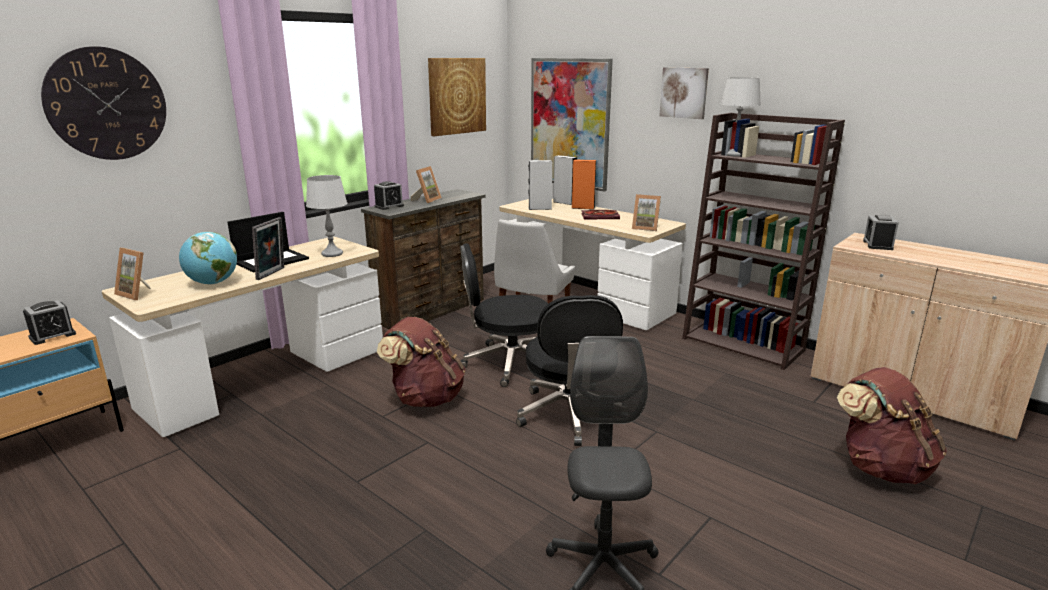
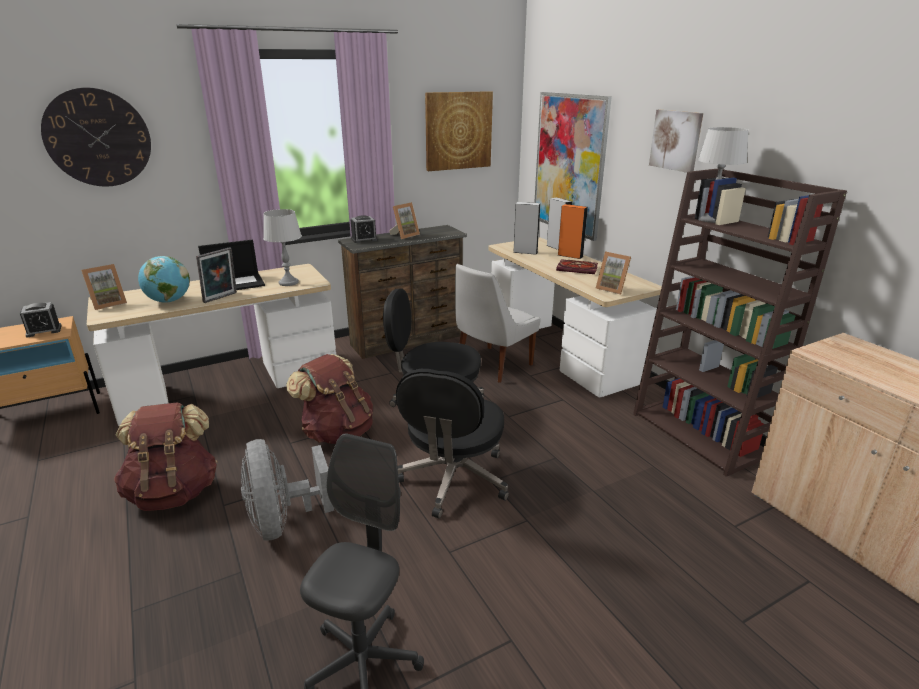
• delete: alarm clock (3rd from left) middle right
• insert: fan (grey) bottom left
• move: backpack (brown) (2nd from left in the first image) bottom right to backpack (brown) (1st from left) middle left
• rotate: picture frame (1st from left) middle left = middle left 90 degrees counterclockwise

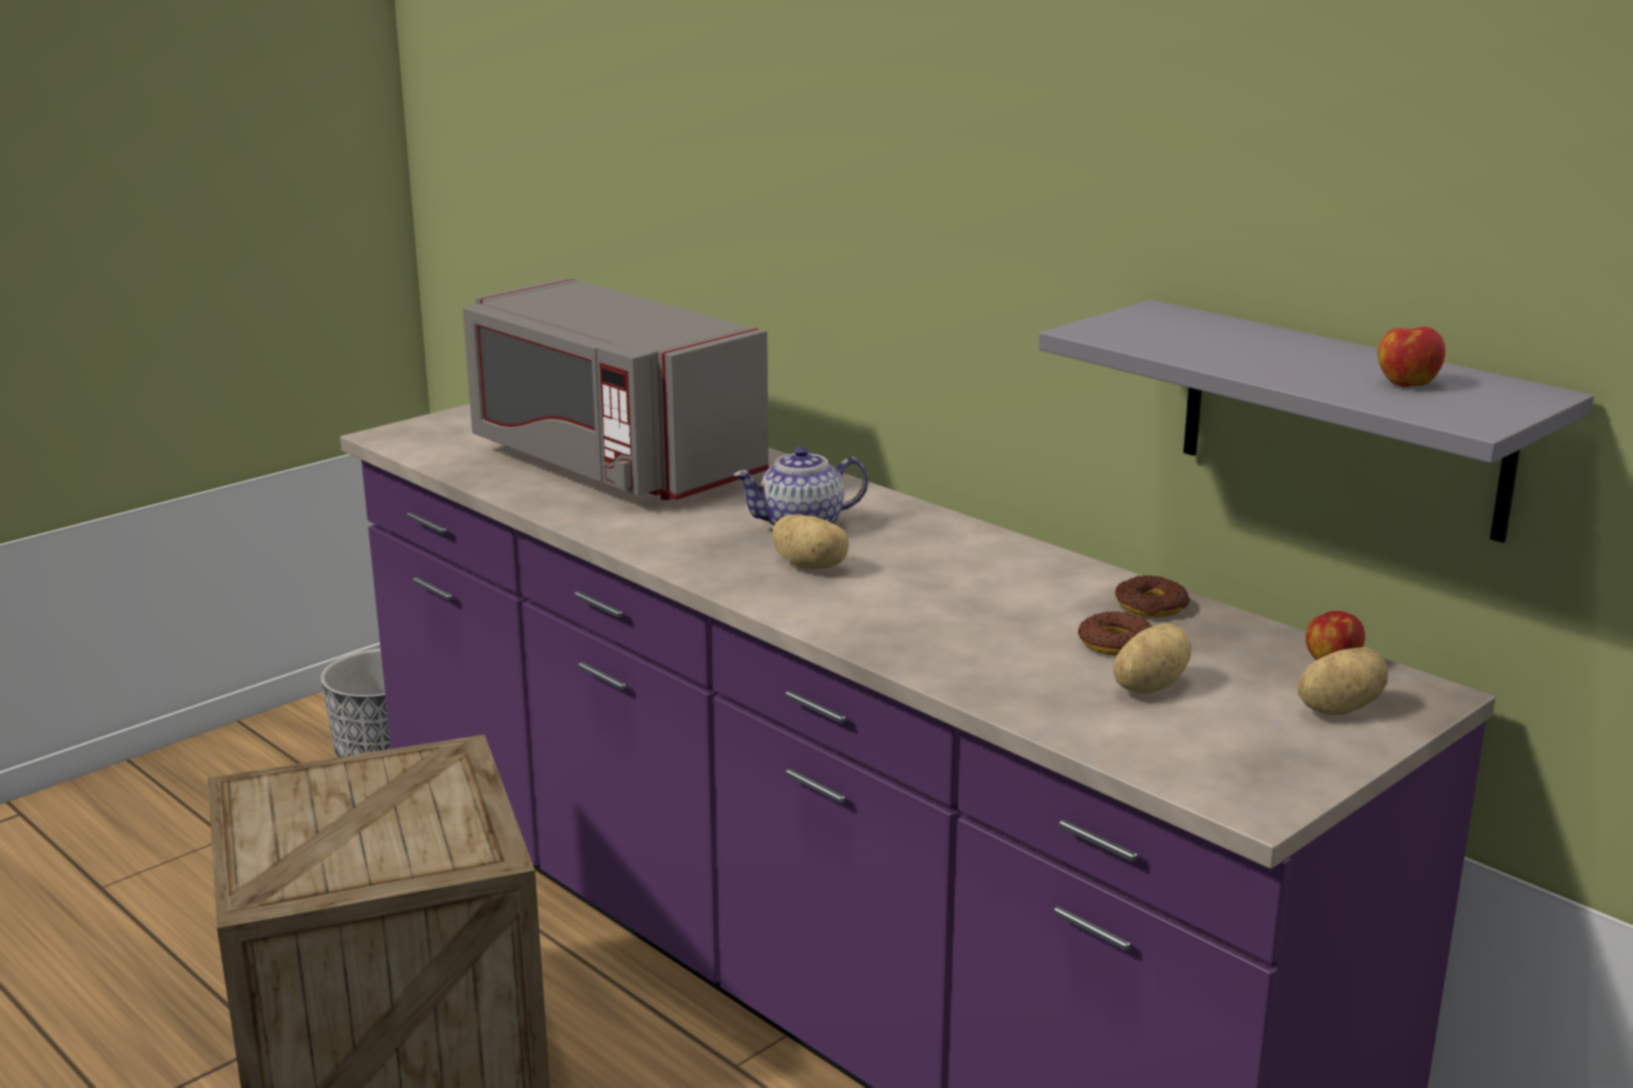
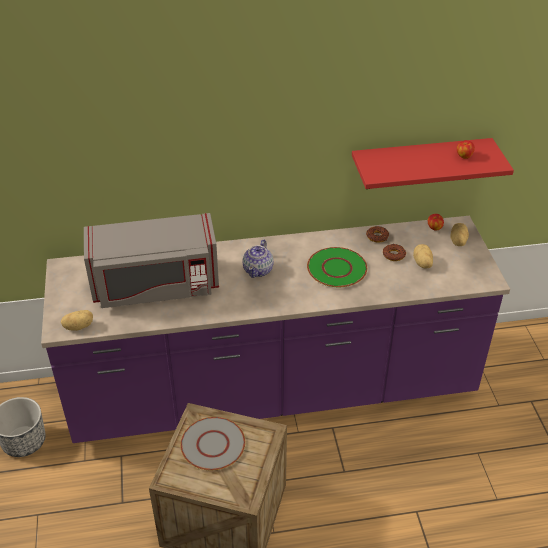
• insert: plate (grey) bottom centre
• insert: plate (green) centre
• move: potato (1st from left) centre to middle left
• recolor: shelf (grey) middle right to shelf (red) top right

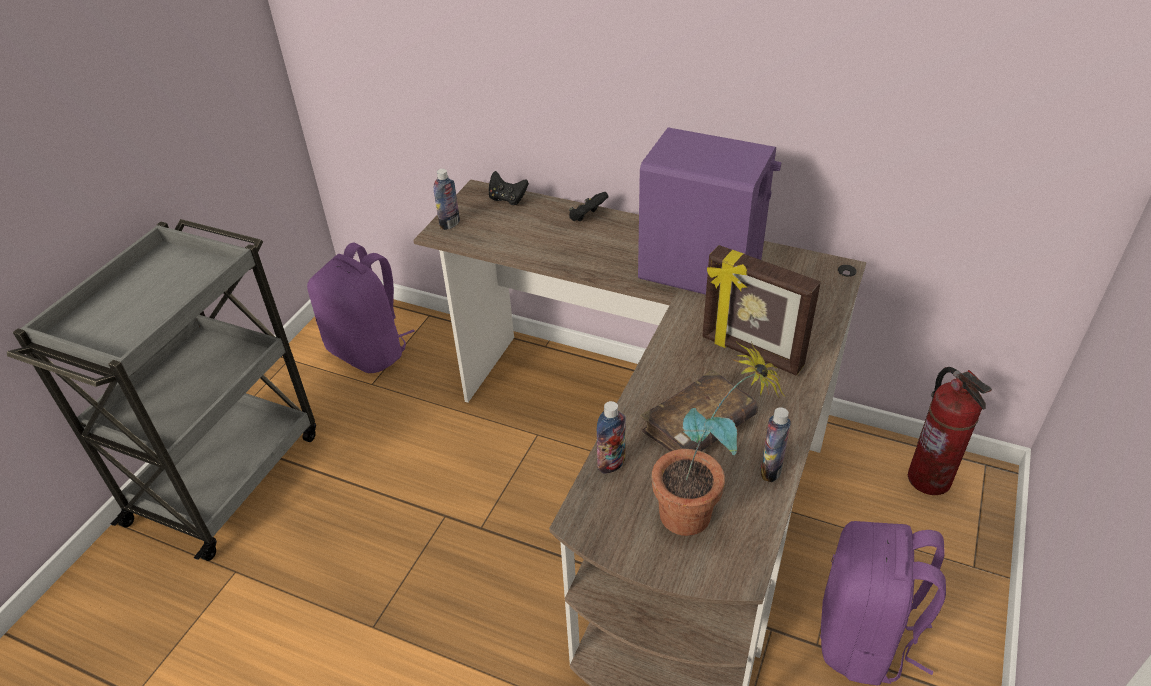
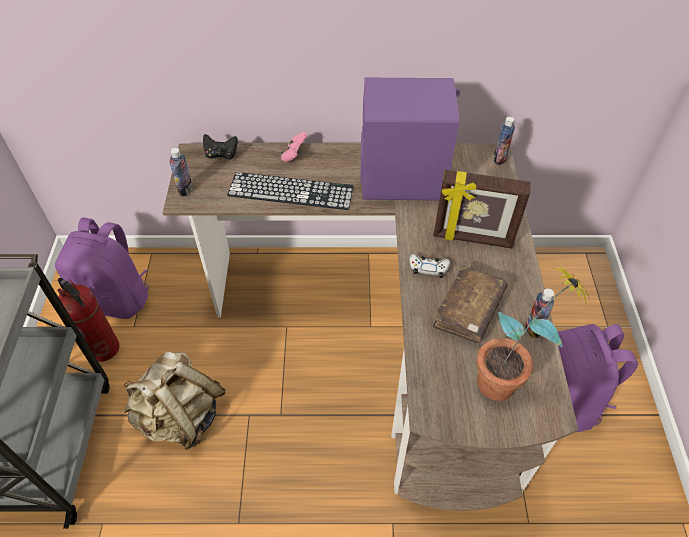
• insert: backpack (beige) bottom left
• insert: keyboard centre
• insert: game controller (white) centre
• move: bottle (2nd from left) centre to top right
• move: fire extinguisher middle right to middle left
• recolor: game controller (black) (2nd from left) top centre to game controller (pink) top centre

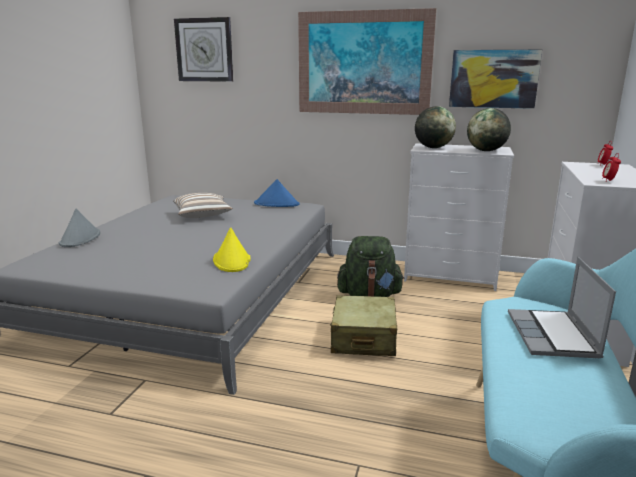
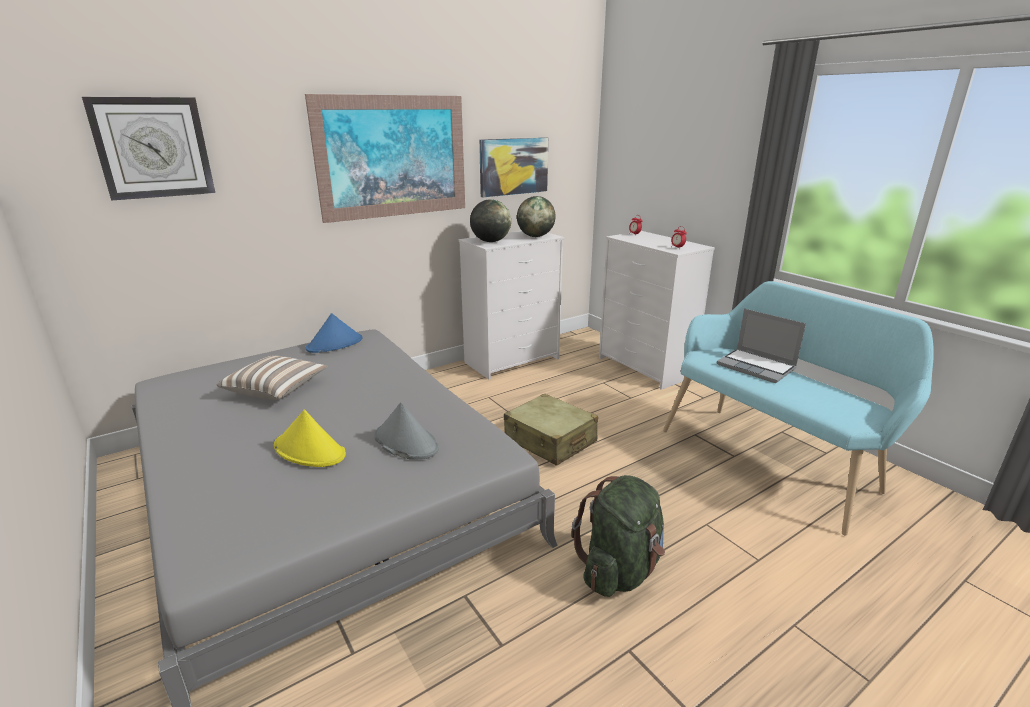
• move: hat (grey) middle left to centre
• move: hat (yellow) centre to middle left
• move: backpack (green) centre to bottom centre

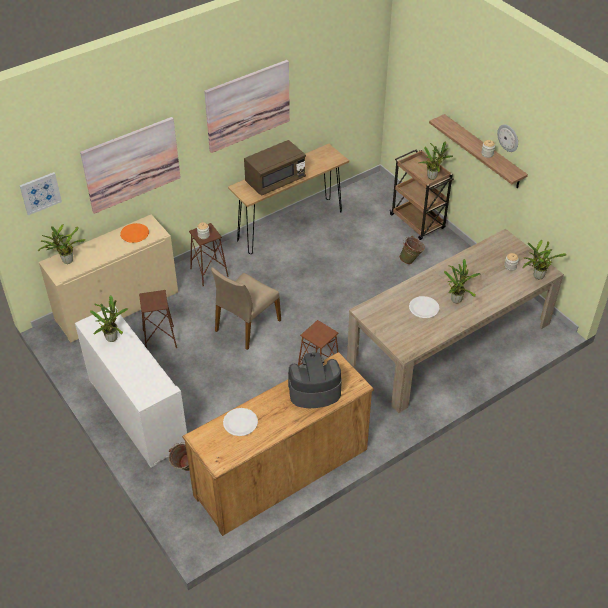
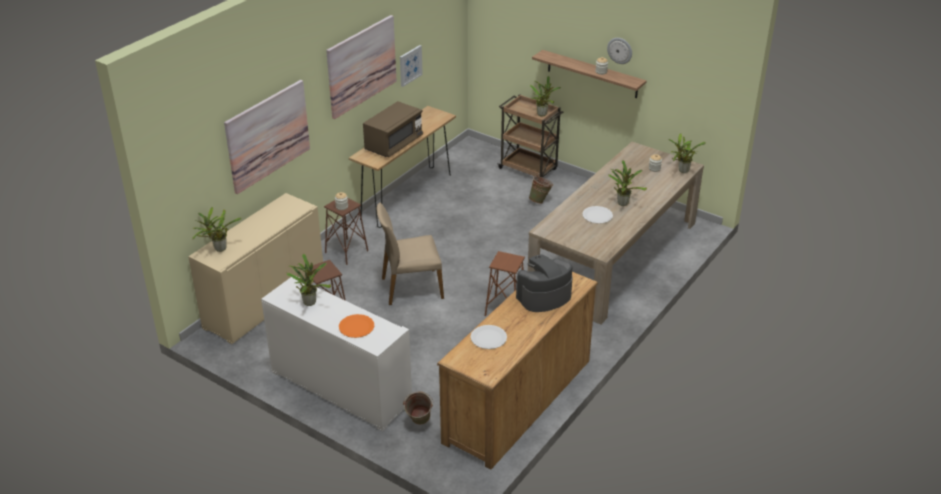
• move: picture (1st from left in the first image) top left to picture (3rd from left) top centre
• move: plate (orange) middle left to centre
• rotate: chair (beige) centre = centre 60 degrees clockwise

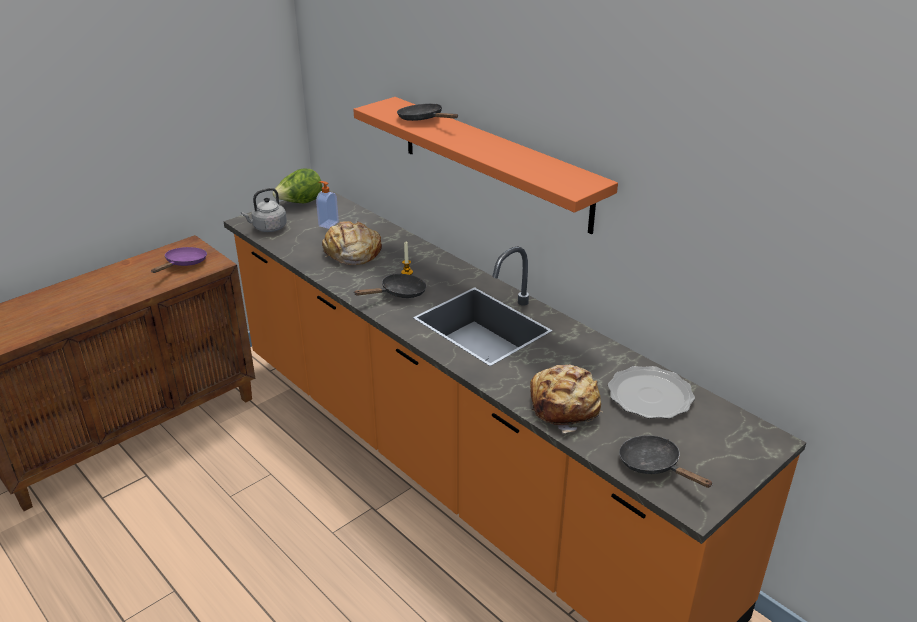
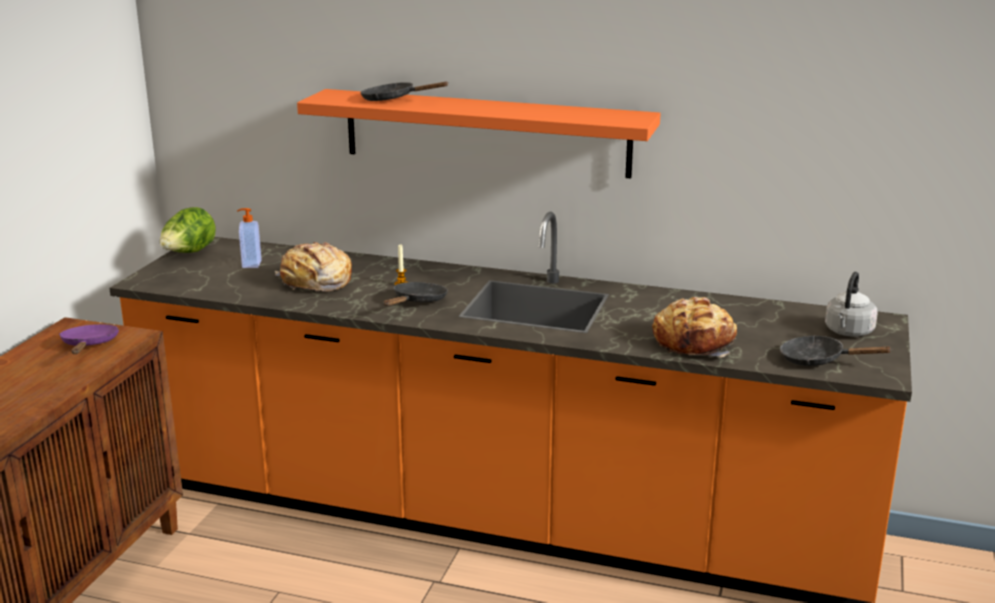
• delete: plate middle right
• move: kettle (grey) middle left to middle right

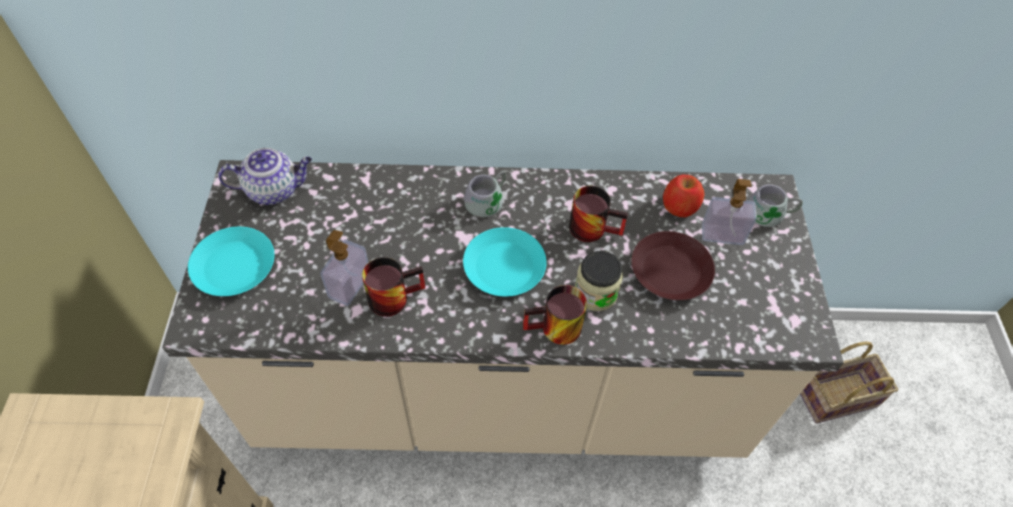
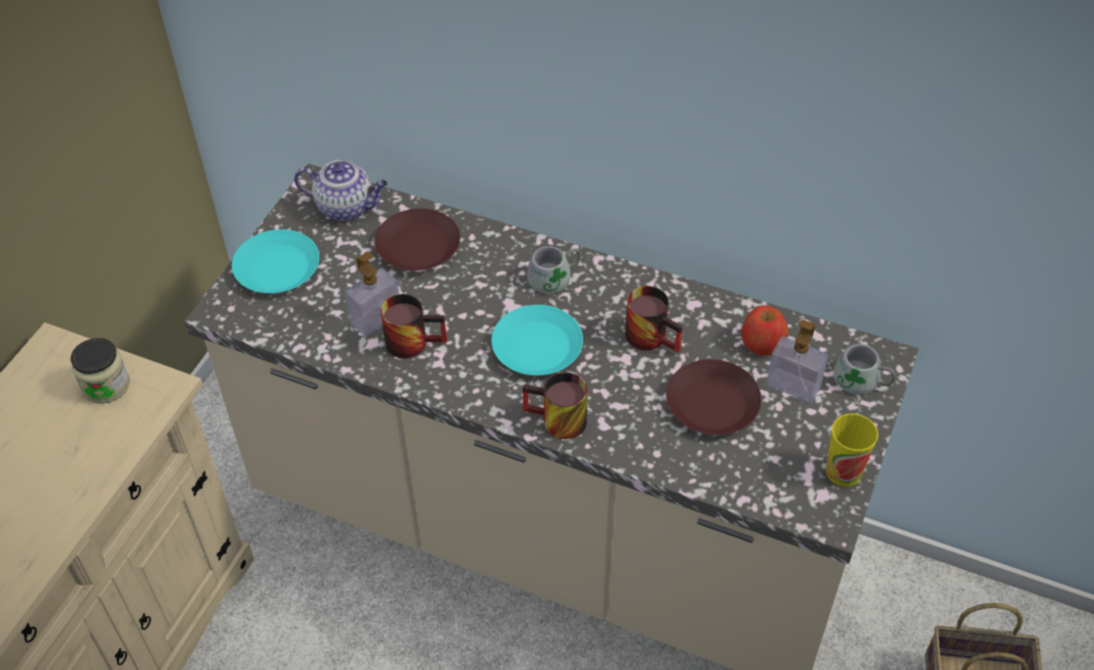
• insert: plate (brown) (1st from left) centre
• insert: cup bottom right
• move: jar centre to middle left

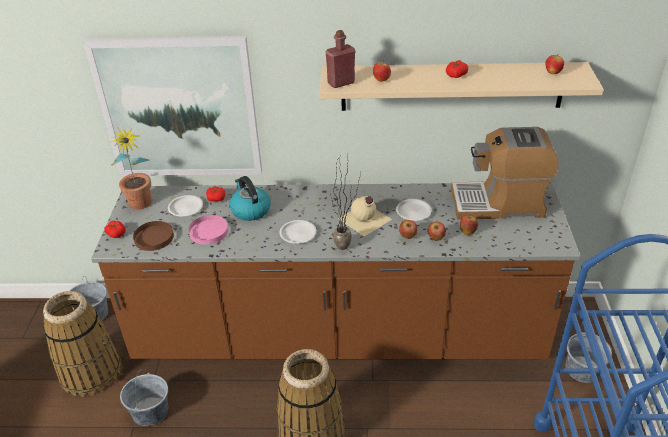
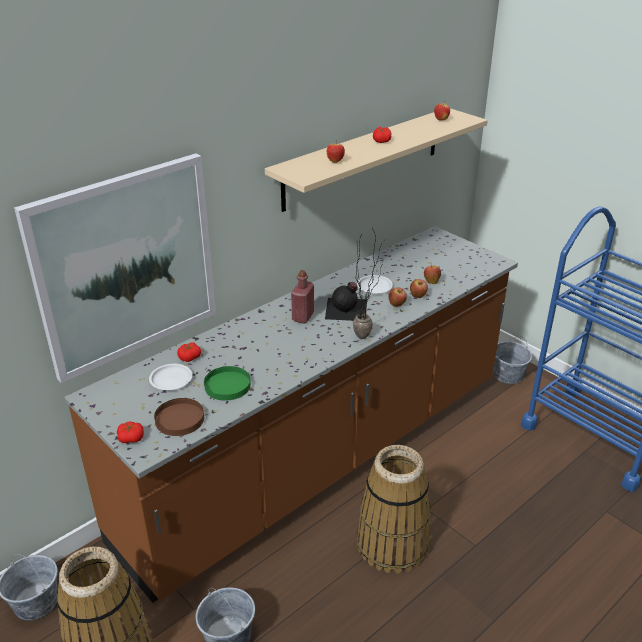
• delete: potted plant (1st from left) middle left
• delete: kettle centre
• delete: plate (white) (2nd from left) centre
• delete: coffee machine middle right
• move: bottle (red) top centre to centre
• recolor: plate (pink) middle left to plate (green) centre
• recolor: bottle (beige) centre to bottle (black) centre

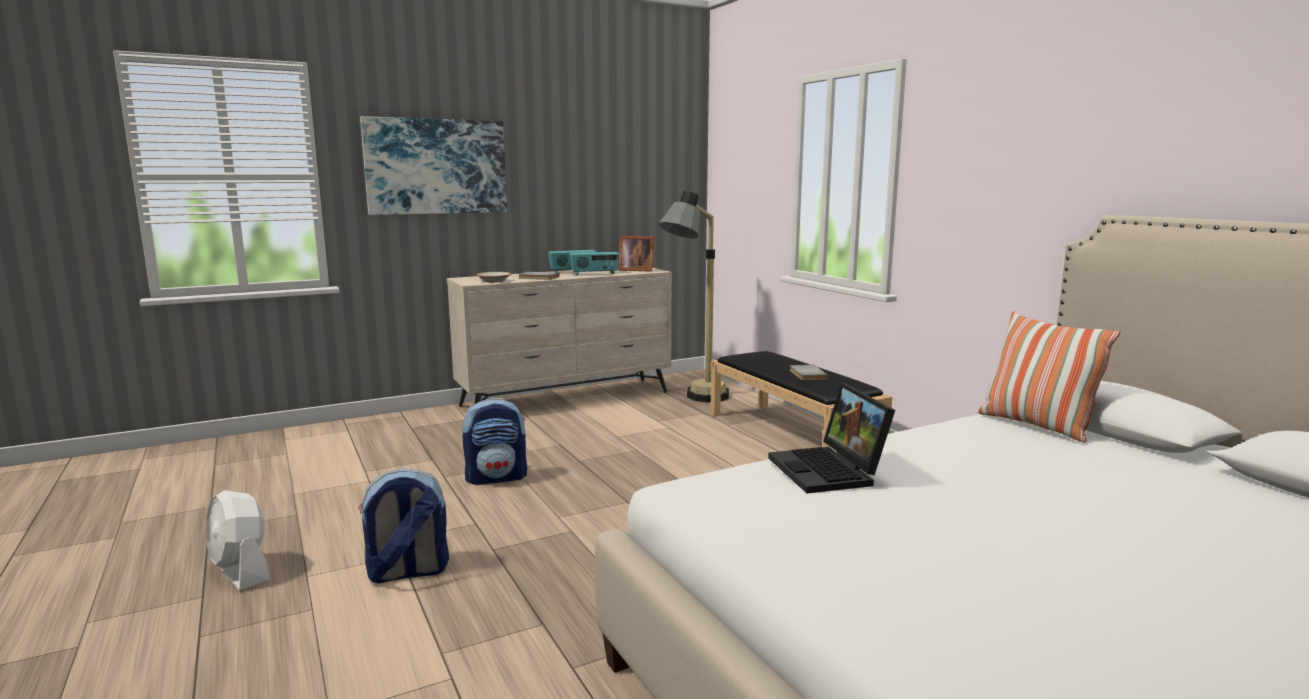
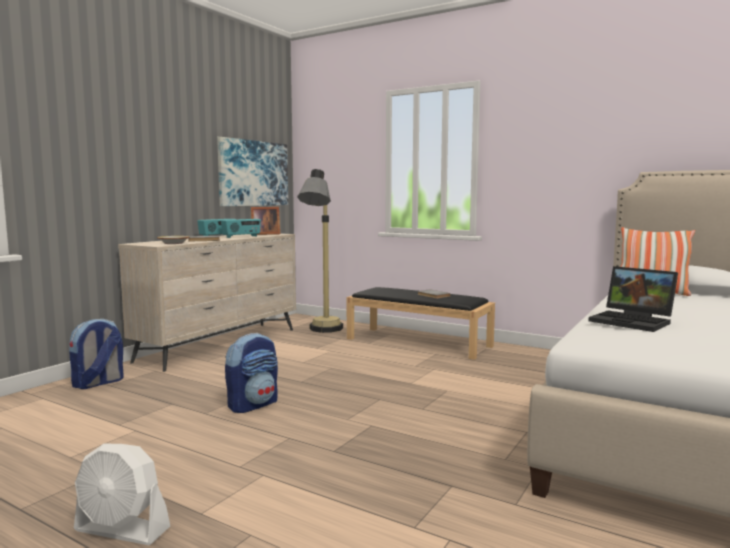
• move: backpack (1st from left) bottom left to middle left
• move: picture top left to top centre

